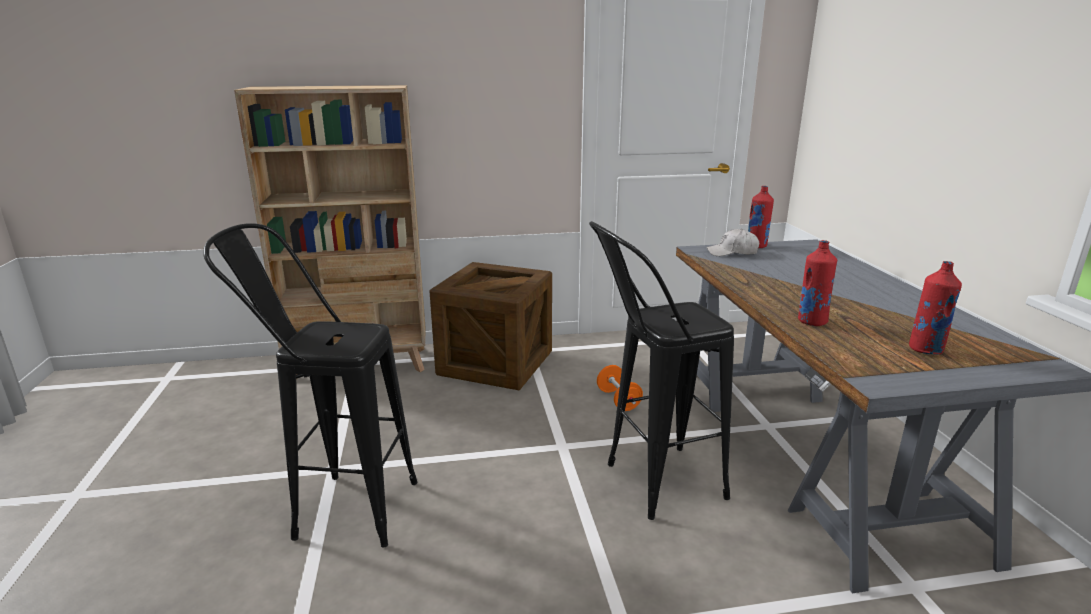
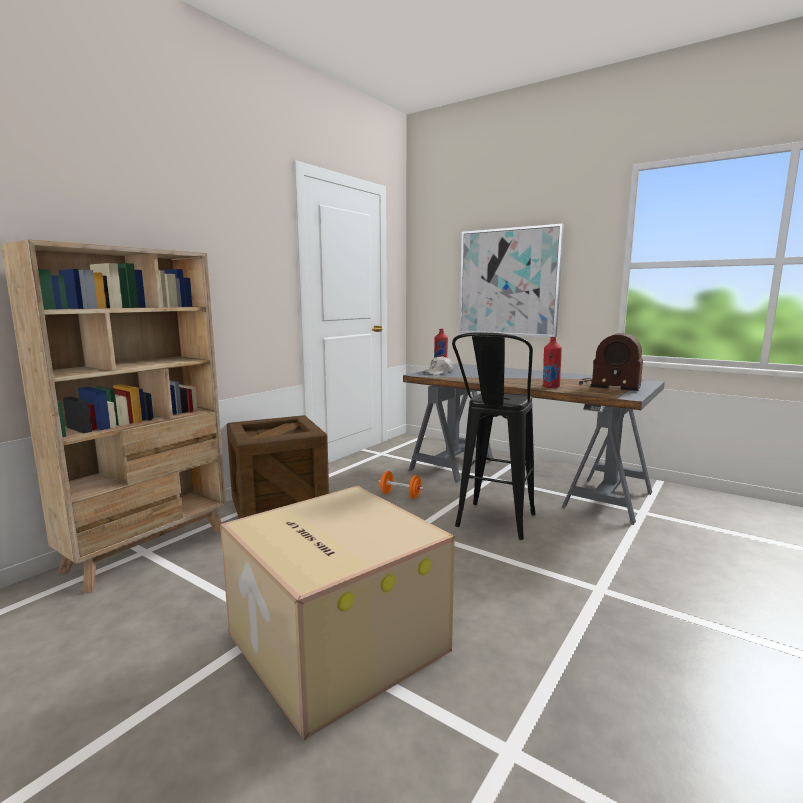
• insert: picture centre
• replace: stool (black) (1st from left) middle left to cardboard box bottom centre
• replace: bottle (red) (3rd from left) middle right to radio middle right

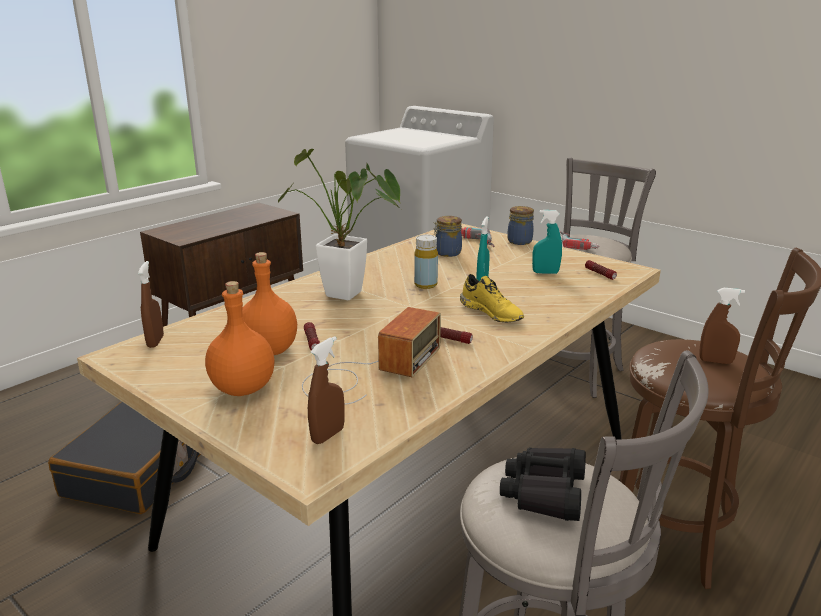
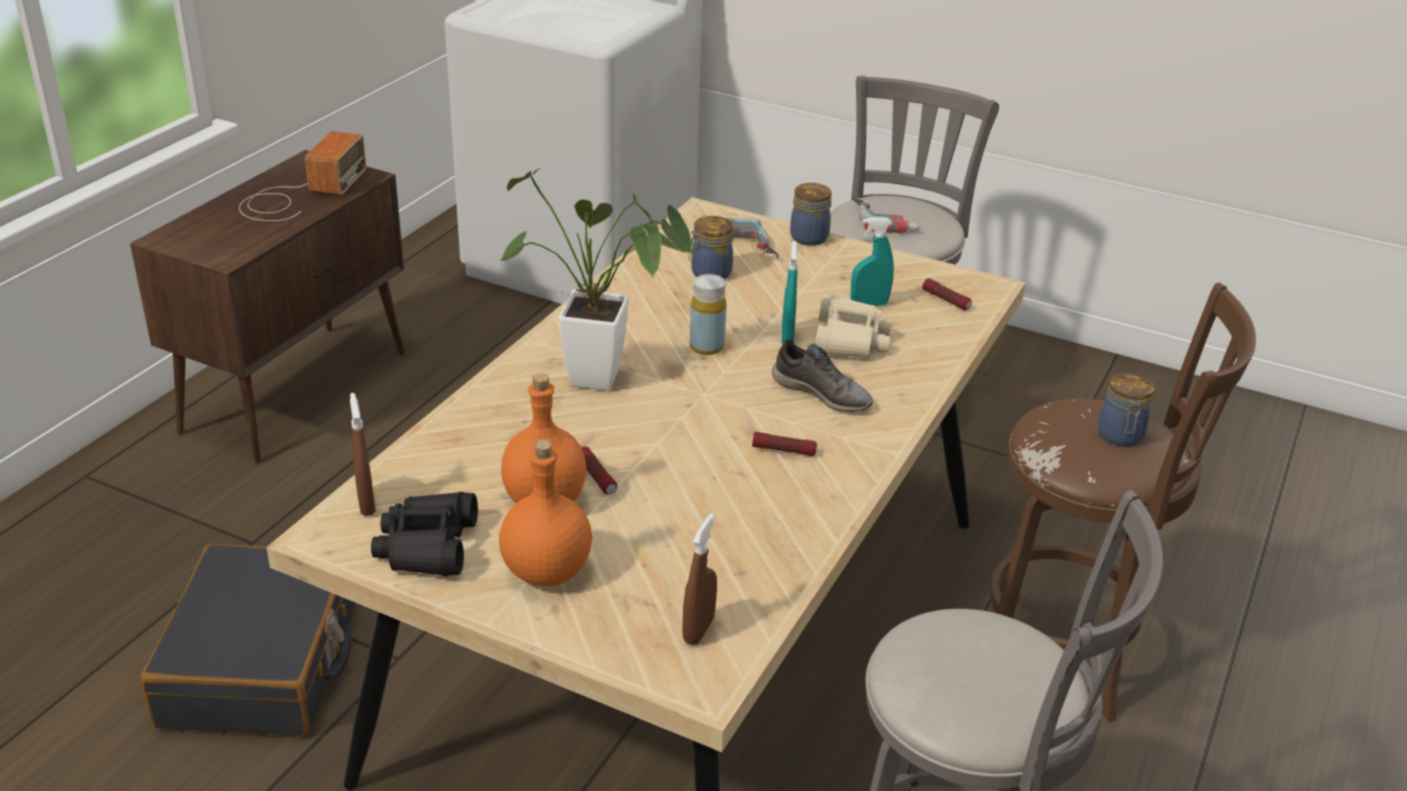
• insert: binoculars (beige) centre
• move: radio centre to top left
• move: binoculars (black) bottom centre to bottom left
• replace: spray bottle (brown) (3rd from left) middle right to jar (3rd from left) middle right
• recolor: shoe (yellow) centre to shoe (grey) centre

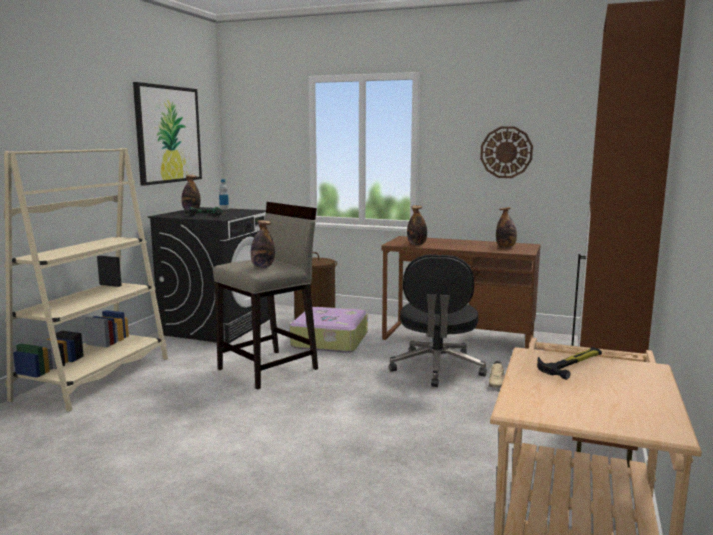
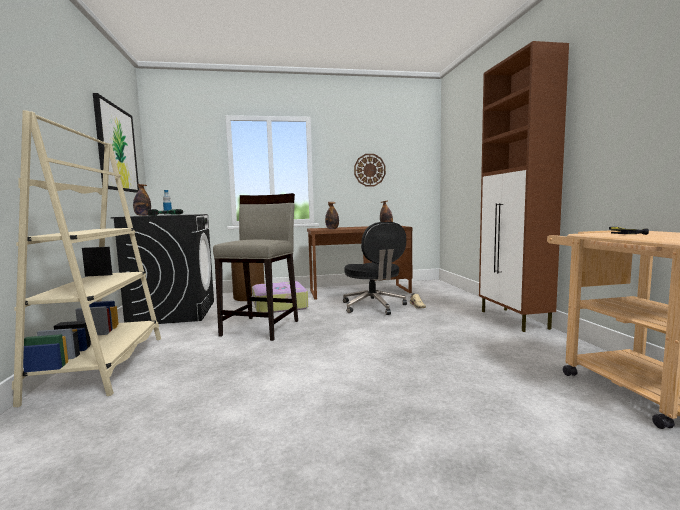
• delete: bottle (3rd from left) centre

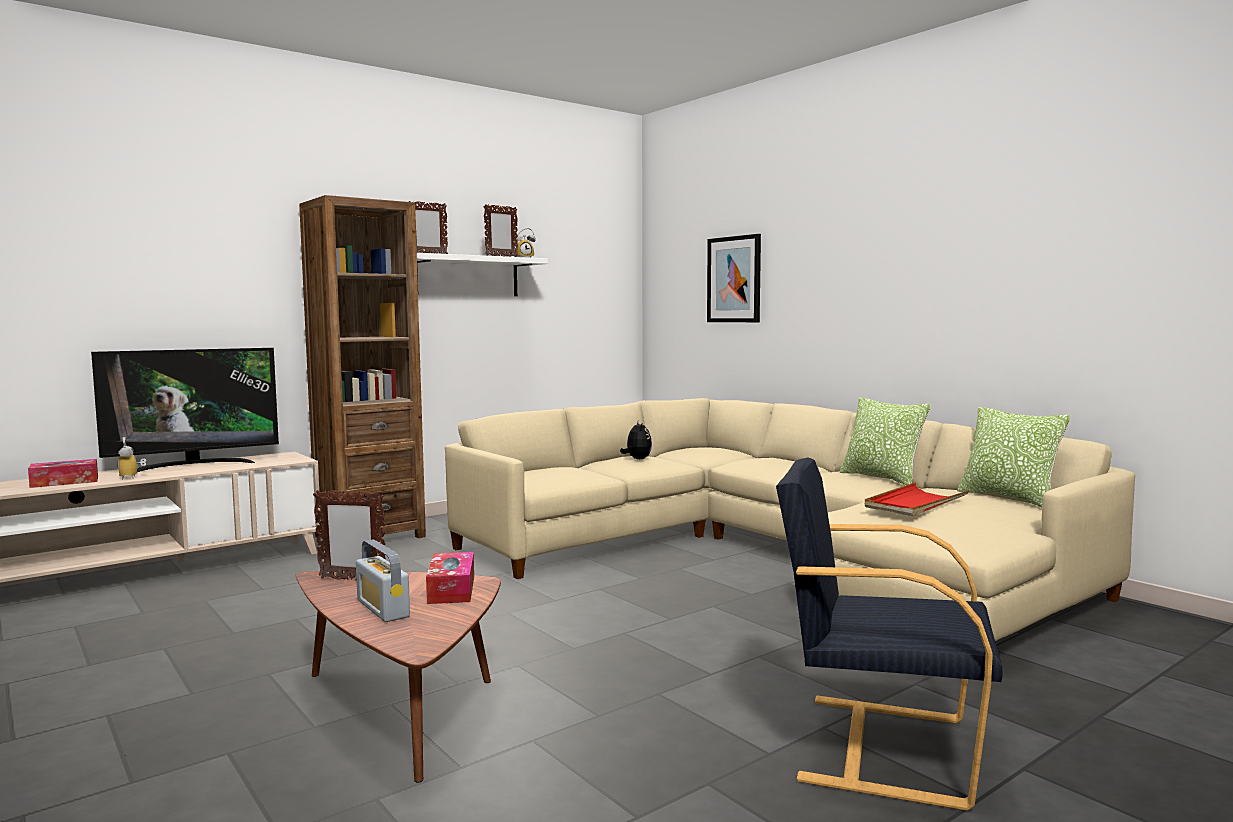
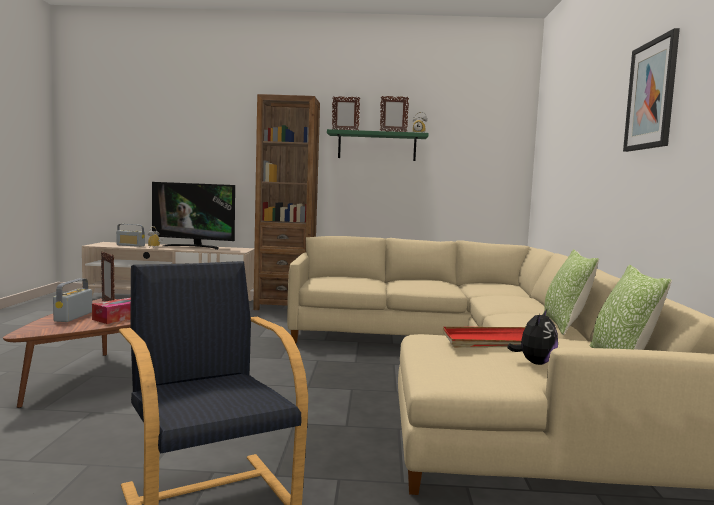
• move: plush toy centre to bottom right
• move: picture centre to top right
• replace: tissue box (1st from left) middle left to radio (2nd from left) middle left
• recolor: shelf (white) centre to shelf (green) top centre

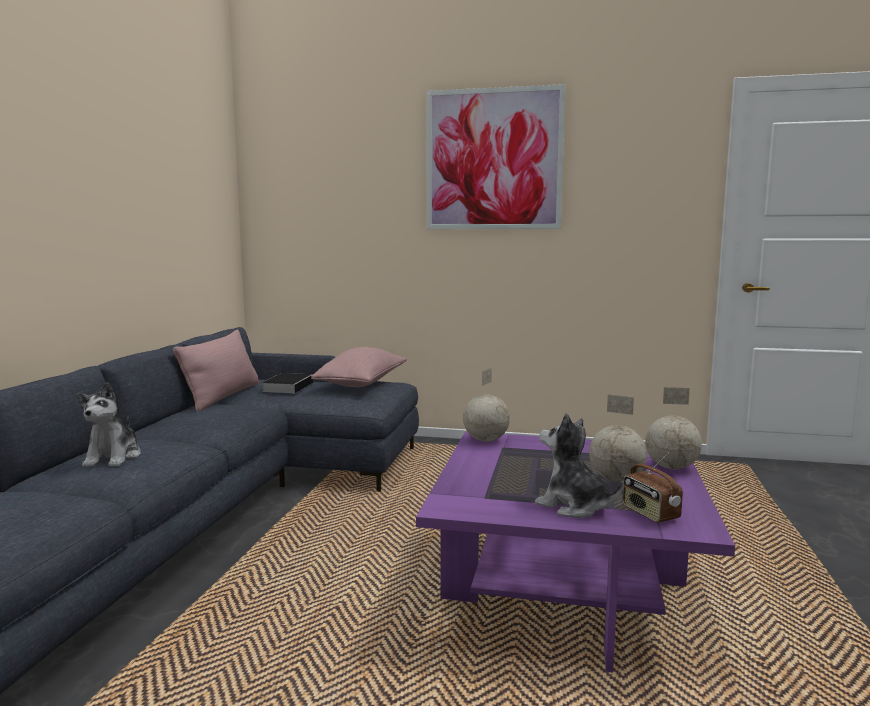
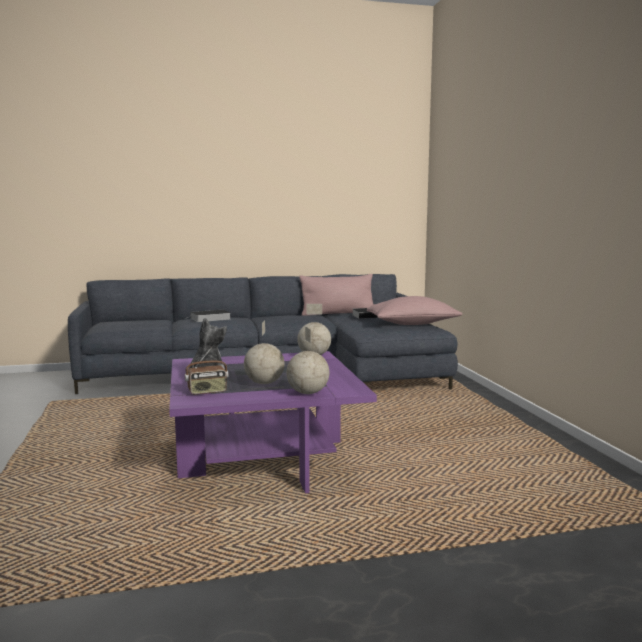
• delete: picture top centre
• replace: plush toy (1st from left) middle left to book (1st from left) middle left
• rotate: radio bottom right = middle left 150 degrees counterclockwise

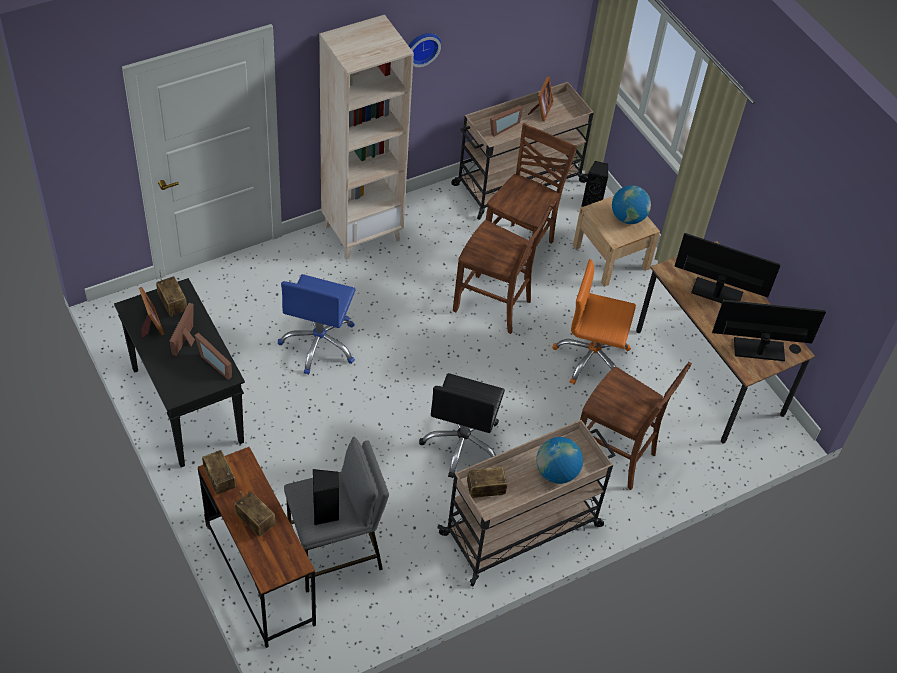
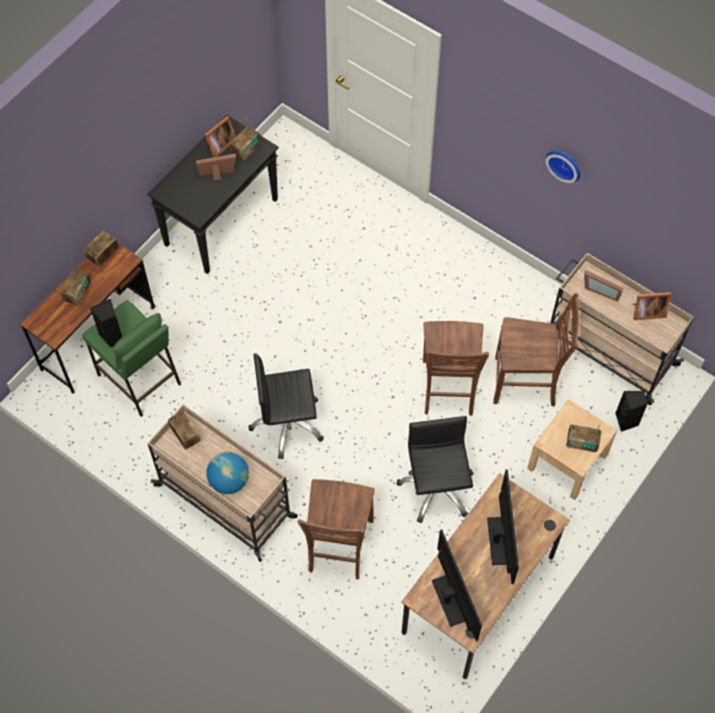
• delete: picture frame (3rd from left) middle left
• delete: office chair (blue) centre
• delete: bookcase (beige) top centre
• replace: globe (2nd from left) top right to radio (5th from left) middle right
• recolor: stool (grey) bottom centre to stool (green) middle left
• recolor: office chair (orange) centre to office chair (black) (2nd from left) centre

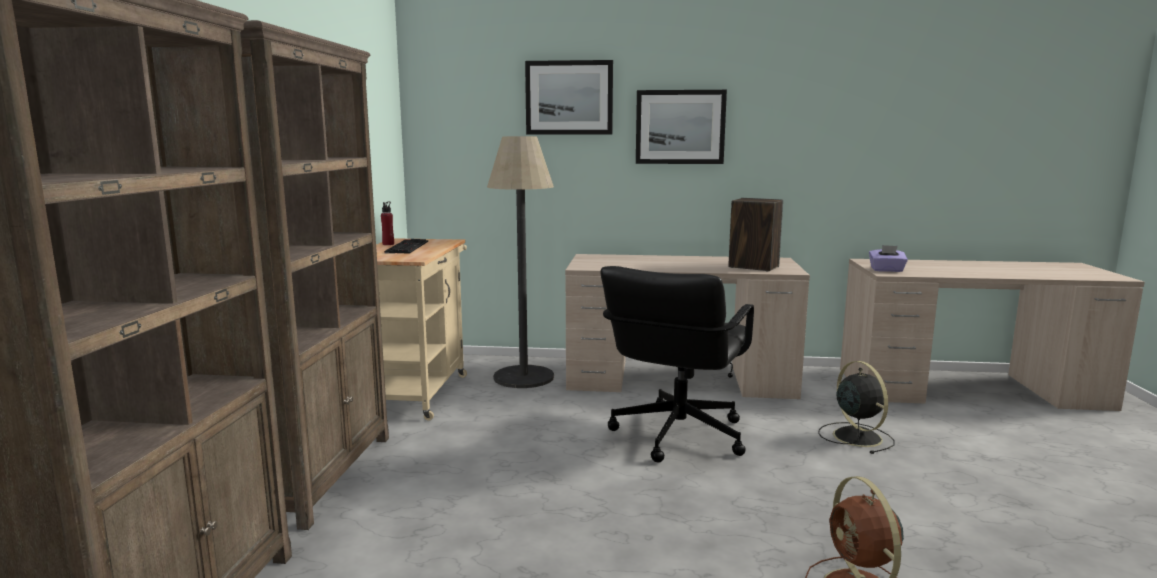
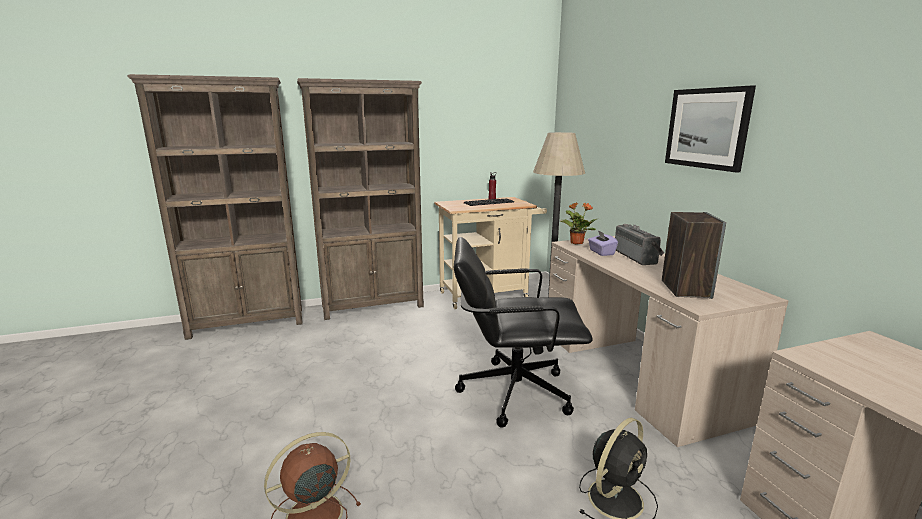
• delete: picture (1st from left) top centre
• insert: potted plant centre
• insert: radio middle right
• move: tissue box (purple) middle right to centre

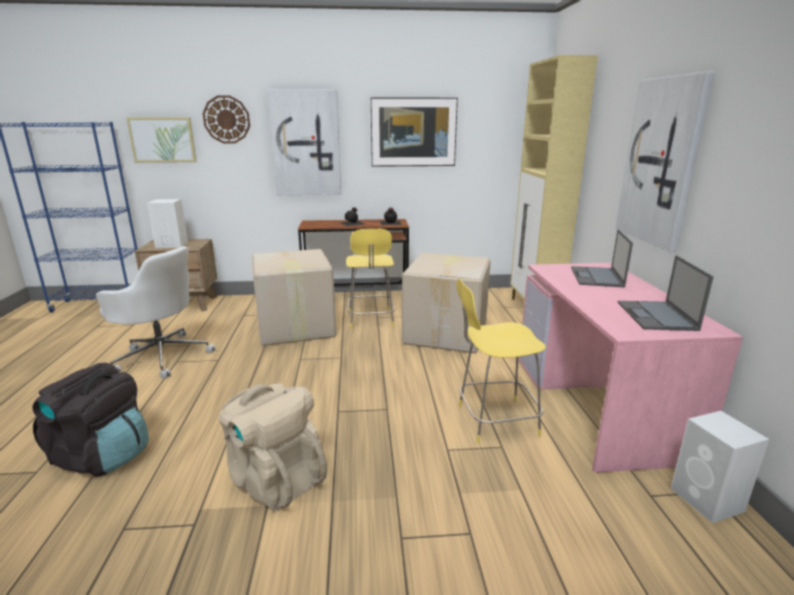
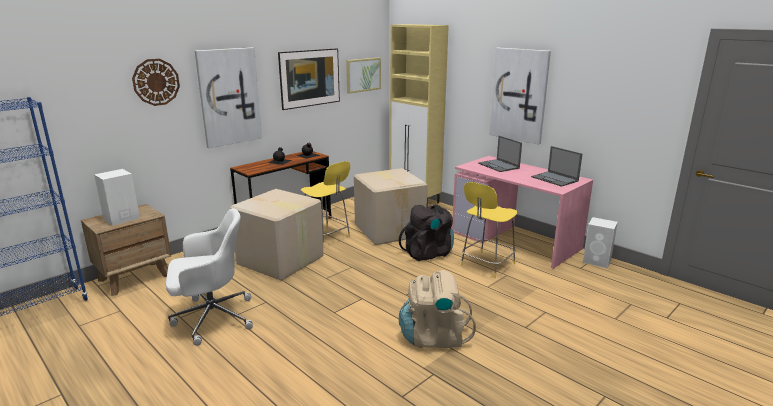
• move: backpack (black) bottom left to centre
• move: picture (1st from left in the first image) top left to picture (3rd from left) top centre

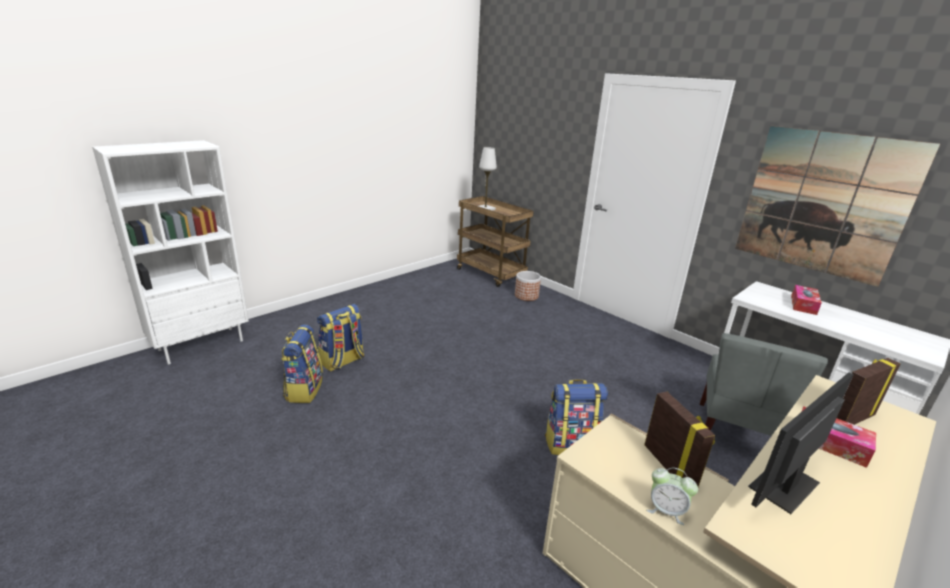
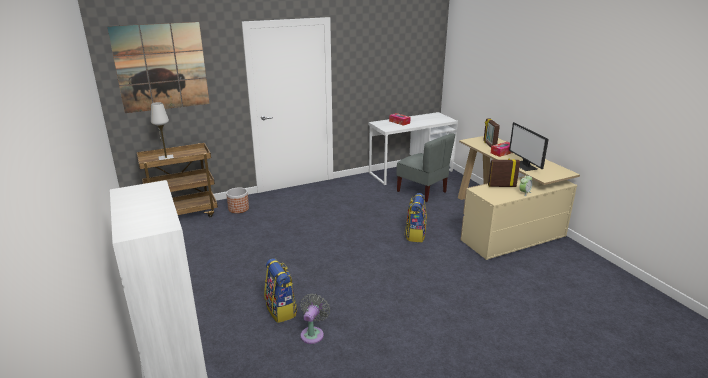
• move: picture middle right to top left
• replace: backpack (1st from left) middle left to fan (grey) bottom centre

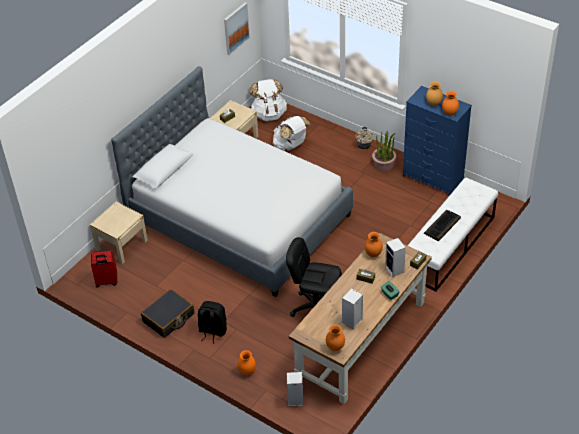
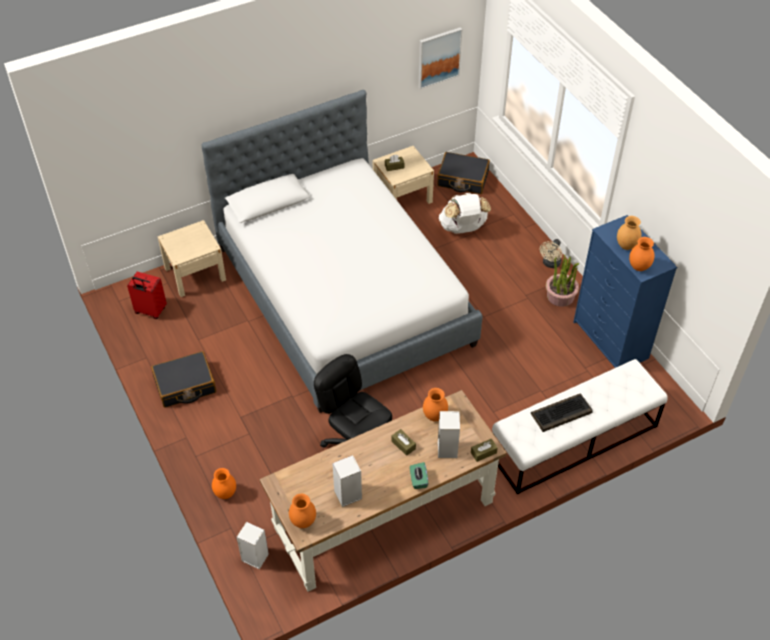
• delete: backpack (black) bottom centre
• replace: backpack (white) (1st from left) top centre to suitcase (black) (2nd from left) top centre

